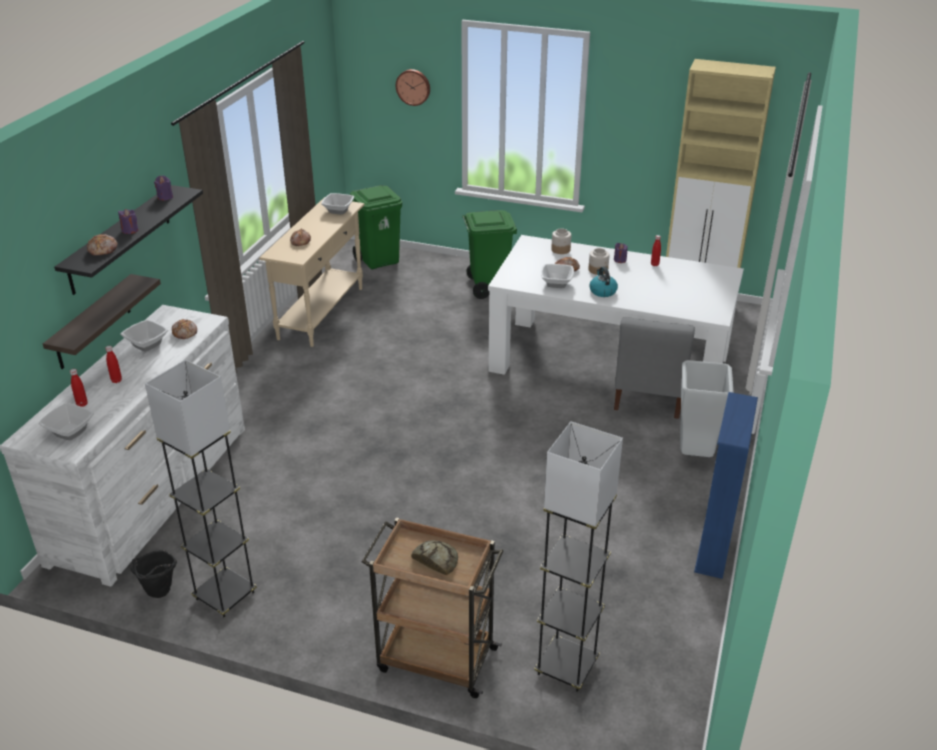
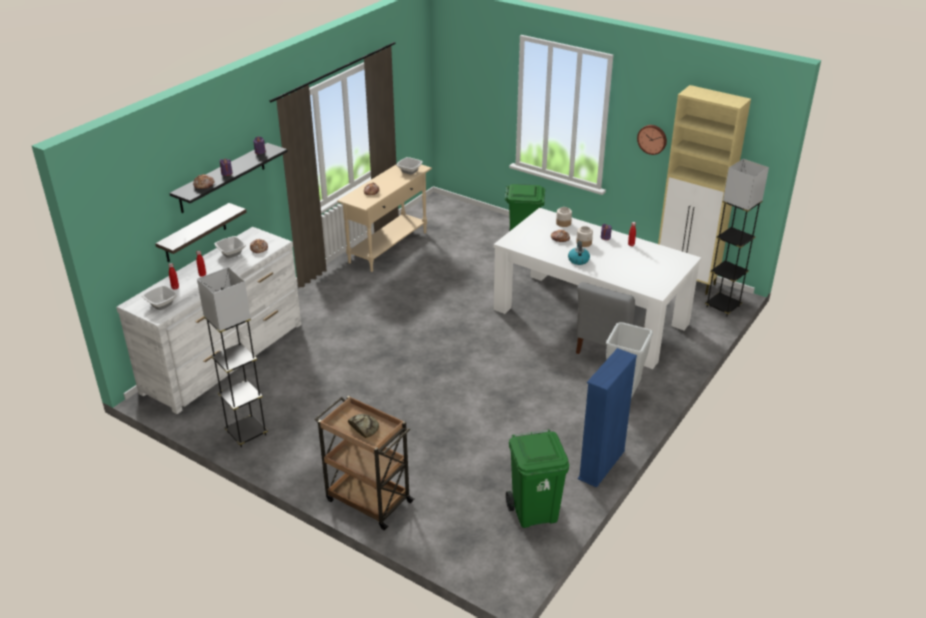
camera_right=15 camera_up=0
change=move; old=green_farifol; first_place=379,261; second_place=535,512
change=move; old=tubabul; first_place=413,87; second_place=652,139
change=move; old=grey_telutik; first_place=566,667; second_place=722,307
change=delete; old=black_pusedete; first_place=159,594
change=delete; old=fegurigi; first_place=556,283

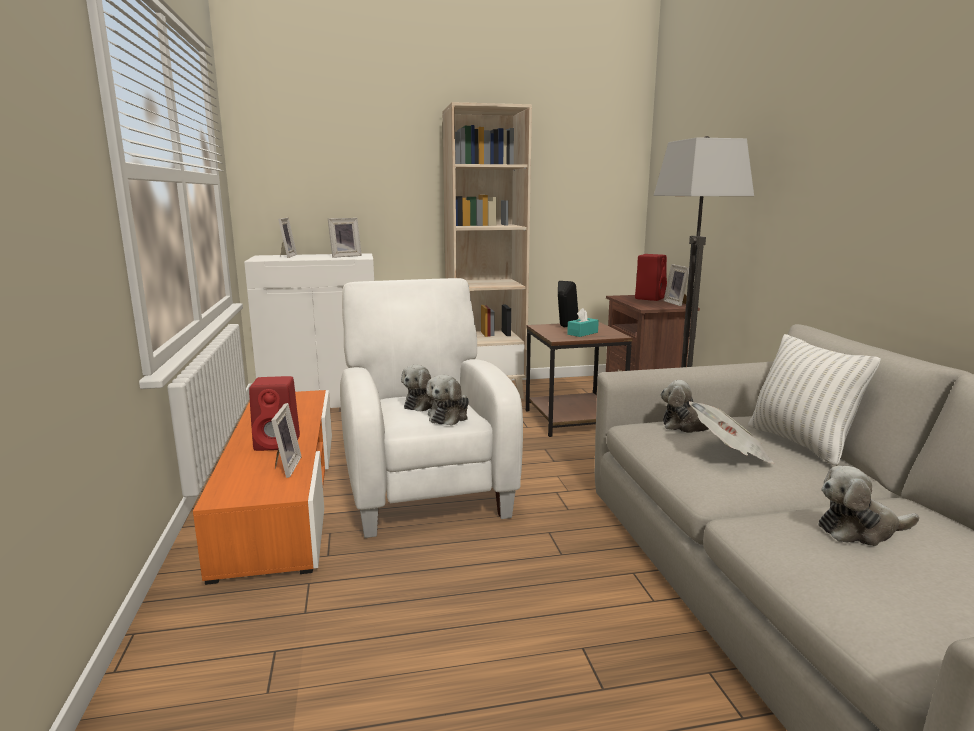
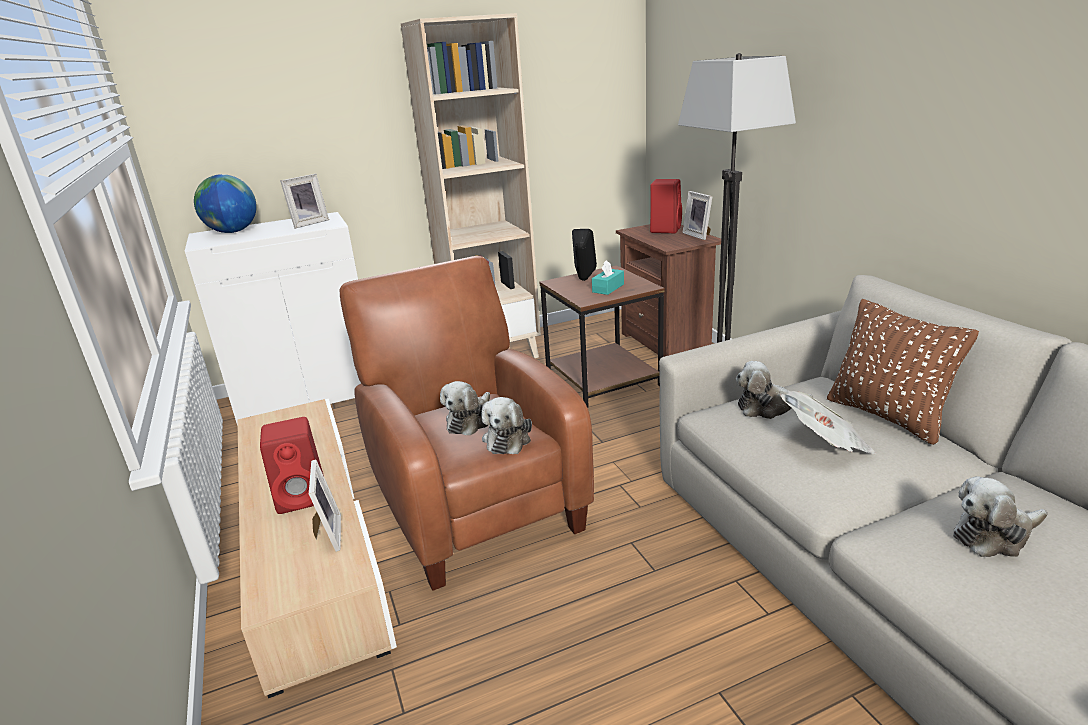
camera_right=-10 camera_up=10
change=replace; old=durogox; new=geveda; first_place=286,256; second_place=233,232
change=recolor; old=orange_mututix; new=beige_mututix; first_place=282,495; second_place=312,546
change=recolor; old=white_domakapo; new=brown_domakapo; first_place=424,486; second_place=473,502
change=recolor; old=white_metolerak; new=brown_metolerak; first_place=800,443; second_place=887,416

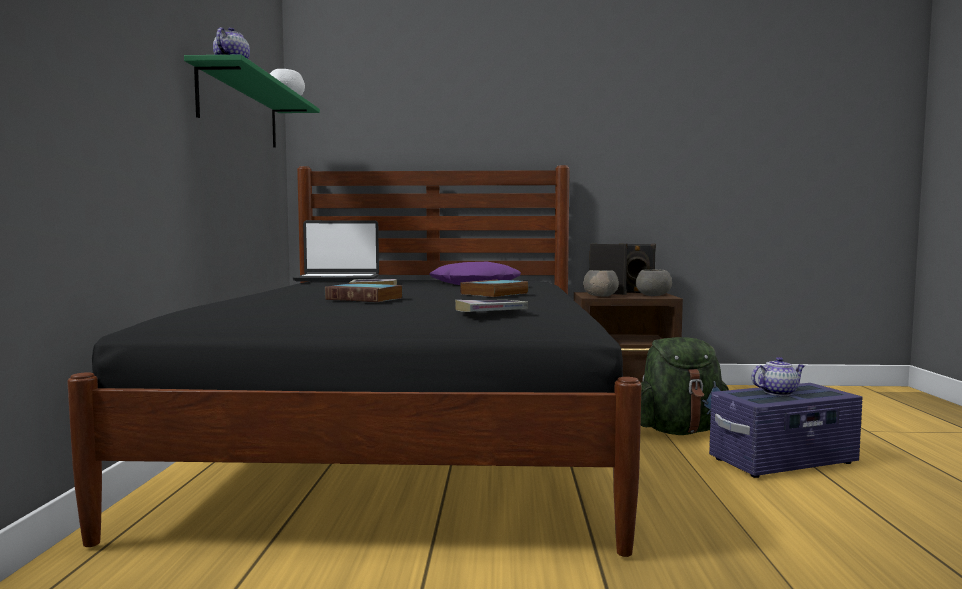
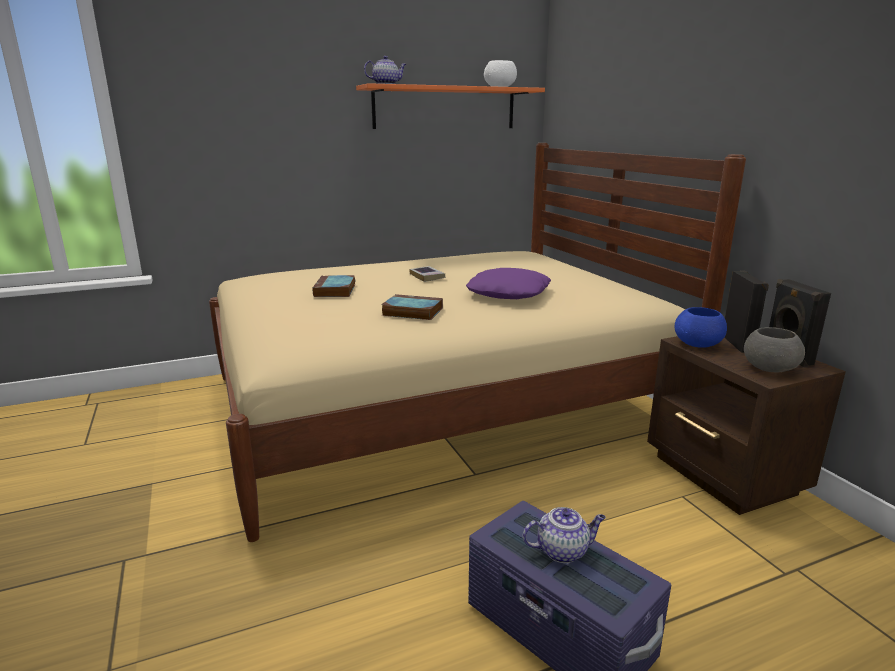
camera_right=65 camera_up=15
change=recolor; old=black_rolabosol; new=beige_rolabosol; first_place=408,438; second_place=438,403
change=recolor; old=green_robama; new=orange_robama; first_place=240,110; second_place=445,108
change=rotate; old=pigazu; first_place=778,392; second_place=563,550; degrees=-60
change=recolor; old=grey_fegurigi; new=blue_fegurigi; first_place=601,296; second_place=698,344
change=delete; old=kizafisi; first_place=337,279
change=delete; old=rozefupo; first_place=491,311
change=delete; old=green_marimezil; first_place=679,431

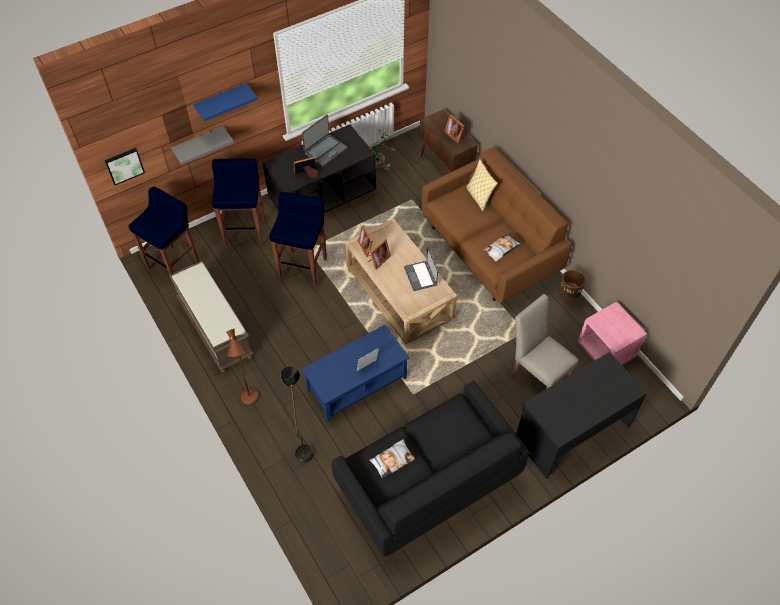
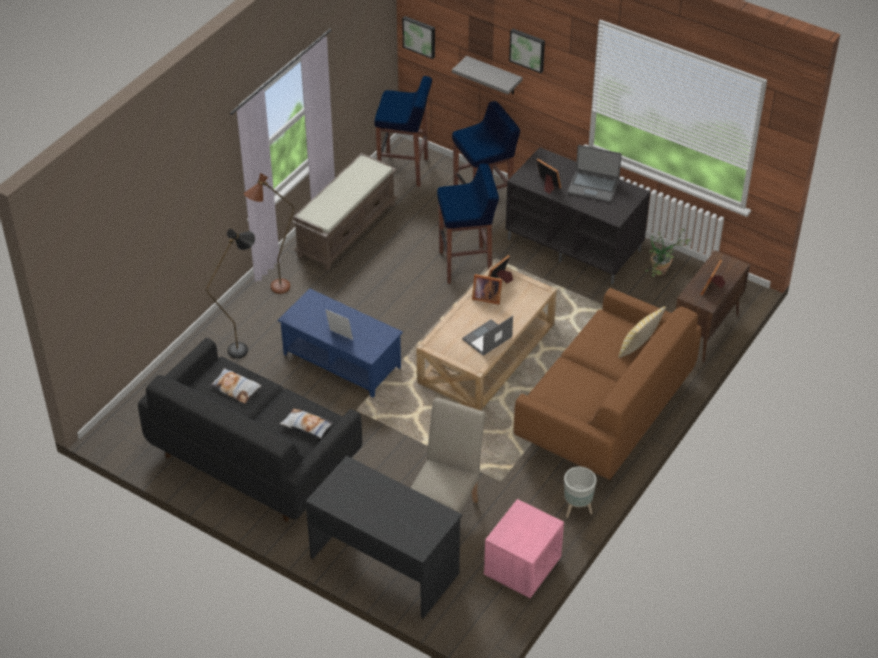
camera_right=65 camera_up=-10
change=move; old=metolerak; first_place=501,249; second_place=306,426
change=replace; old=blue_robama; new=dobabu; first_place=221,101; second_place=528,49
change=recolor; old=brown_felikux; new=grey_felikux; first_place=568,299; second_place=577,510

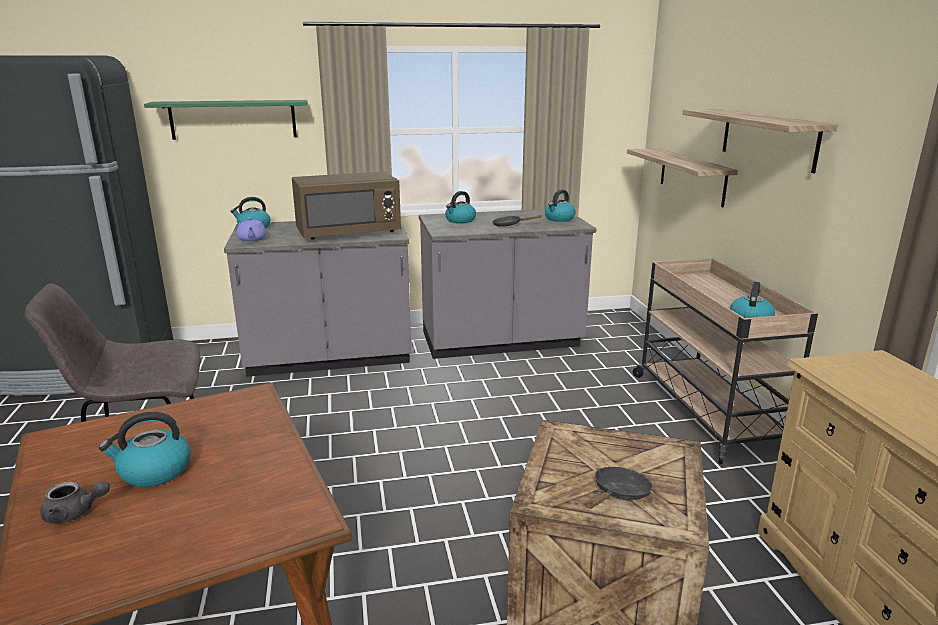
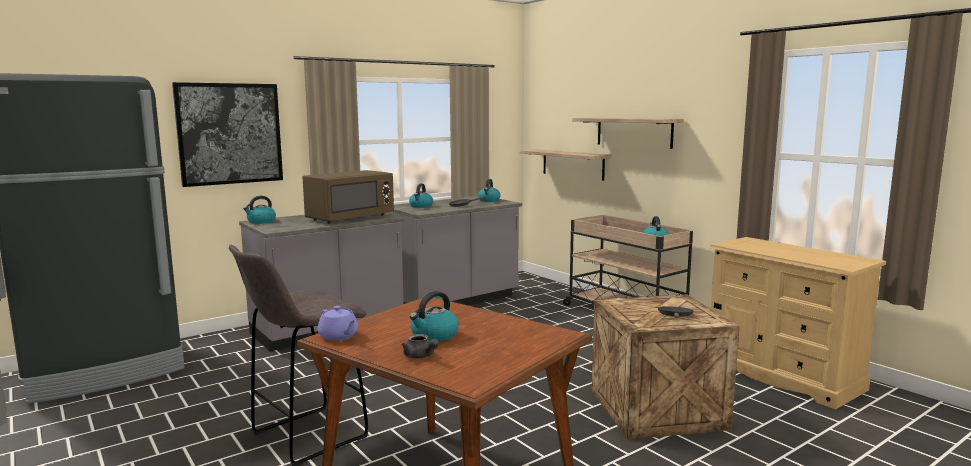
camera_right=-25 camera_up=-10
change=replace; old=green_robama; new=dobabu; first_place=233,119; second_place=230,133
change=move; old=purple_pigazu; first_place=252,239; second_place=339,336
change=rotate; old=grey_pigazu; first_place=75,513; second_place=420,356; degrees=75

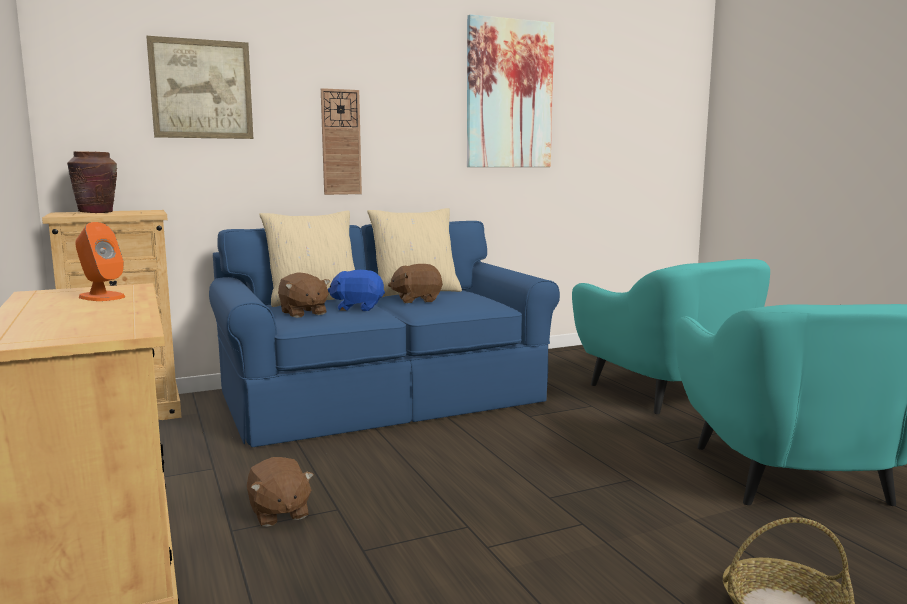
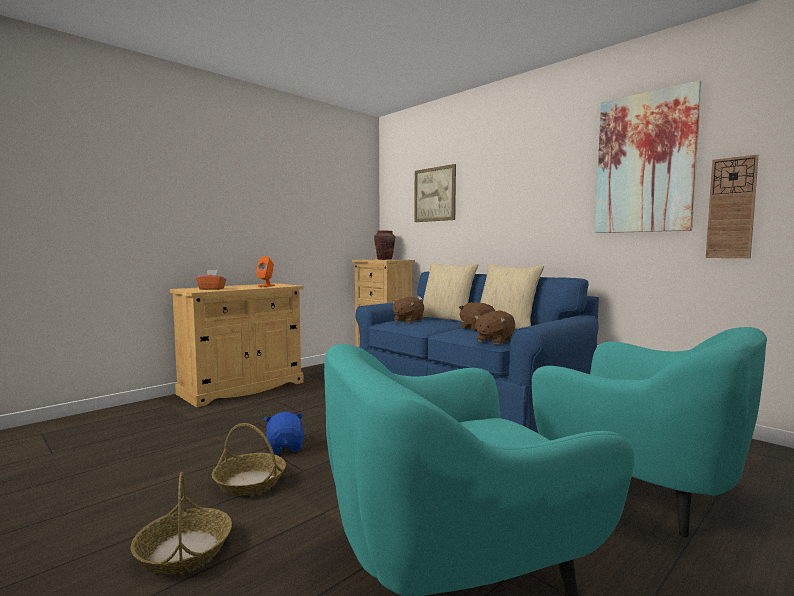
camera_right=70 camera_up=-5
change=insert; new=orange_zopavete; second_place=212,289
change=insert; new=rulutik; second_place=250,482
change=move; old=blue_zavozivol; first_place=358,308; second_place=285,447
change=move; old=brown_zavozivol; first_place=279,513; second_place=494,341
change=rotate; old=turquoise_domakapo; first_place=664,393; second_place=640,488; degrees=-90
change=move; old=tubabul; first_place=341,142; second_place=731,208

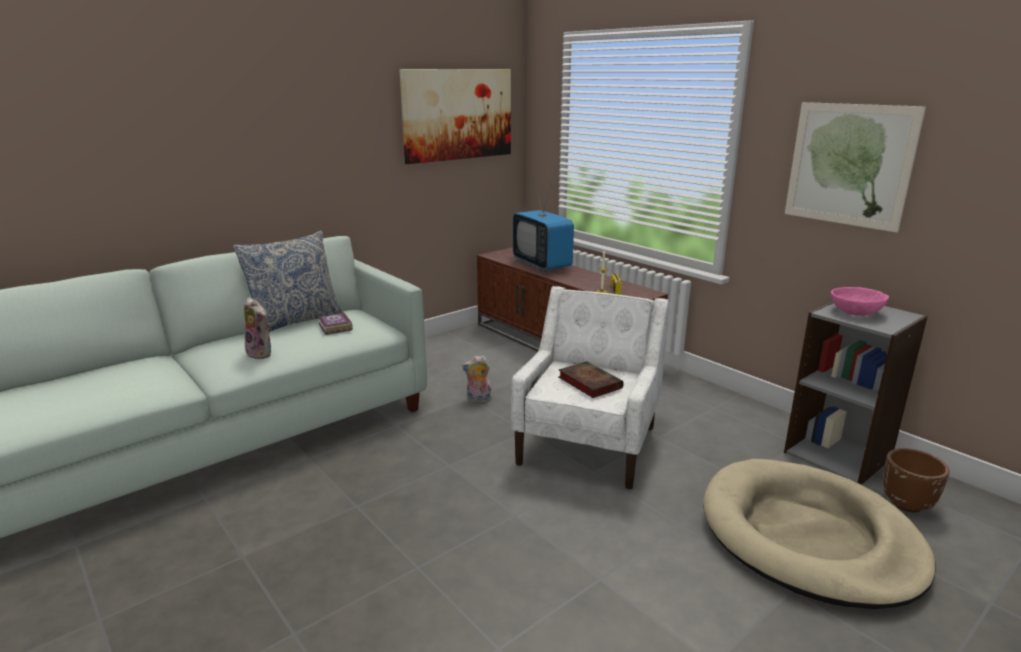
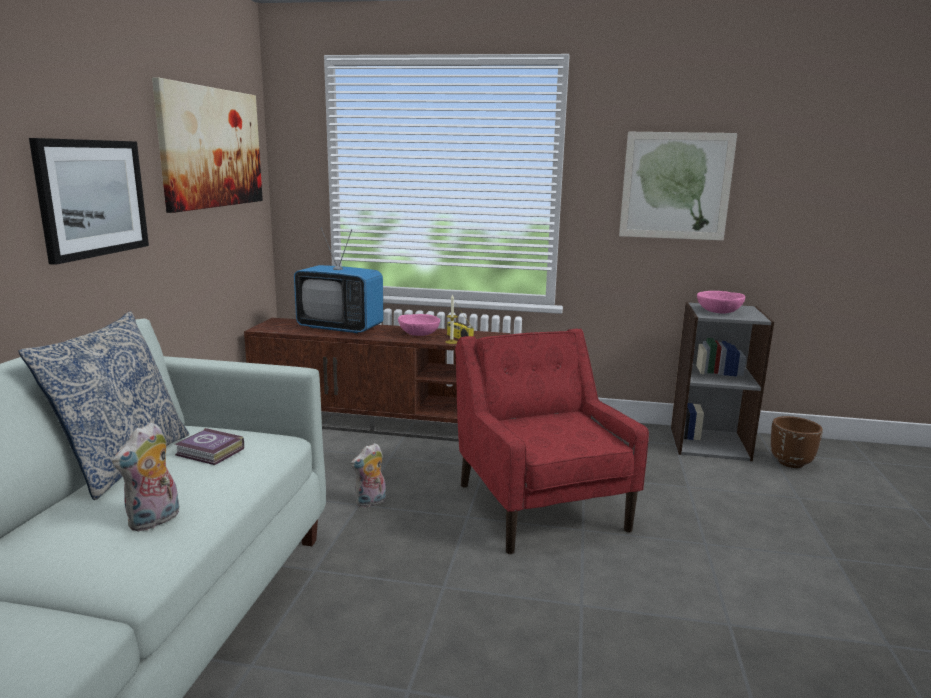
camera_right=-40 camera_up=-5
change=insert; new=dobabu; second_place=92,198
change=rotate; old=zavozivol; first_place=262,353; second_place=155,521; degrees=120
change=insert; new=pink_fegurigi; second_place=418,334
change=recolor; old=white_domakapo; new=red_domakapo; first_place=589,444; second_place=541,505
change=delete; old=rozefupo; first_place=588,382
change=delete; old=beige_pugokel; first_place=808,537

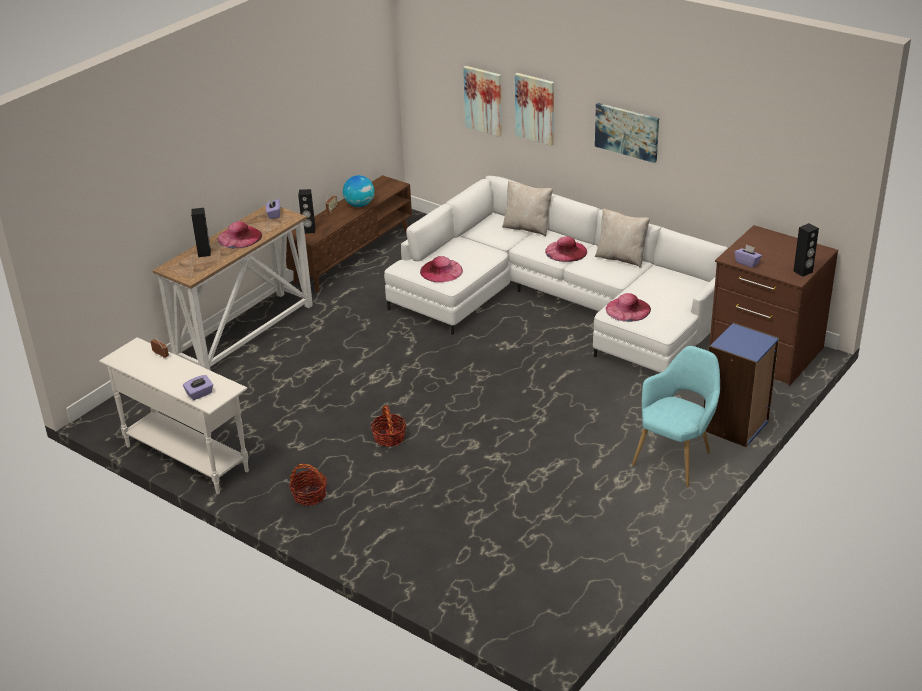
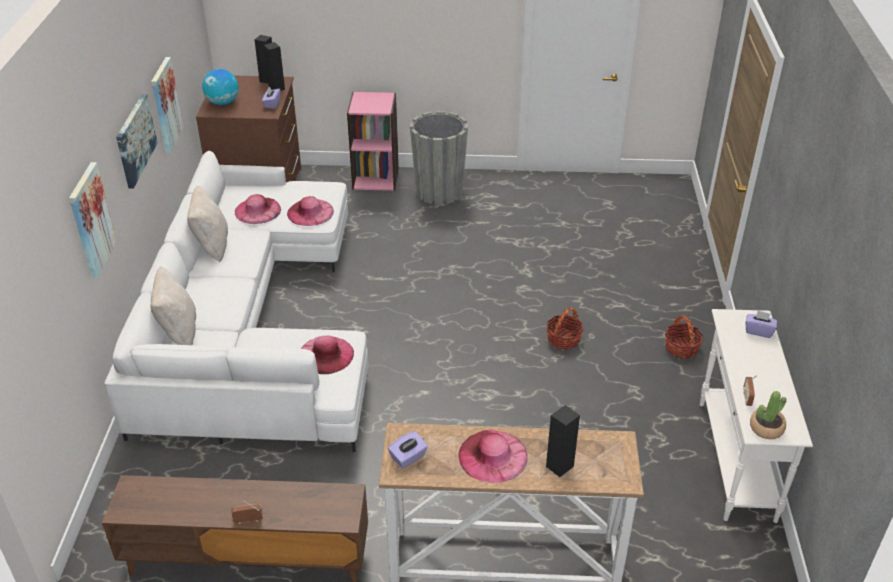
camera_right=-125 camera_up=5
change=move; old=dobabu; first_place=483,100; second_place=165,105
change=move; old=geveda; first_place=359,205; second_place=222,103
change=move; old=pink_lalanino; first_place=566,251; second_place=257,210
change=move; old=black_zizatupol; first_place=309,230; second_place=277,88
change=recolor; old=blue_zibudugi; new=pink_zibudugi; first_place=736,426; second_place=376,178
change=replace; old=turquoise_domakapo; new=grey_felikux; first_place=676,457; second_place=439,191
change=insert; new=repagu; second_place=766,428

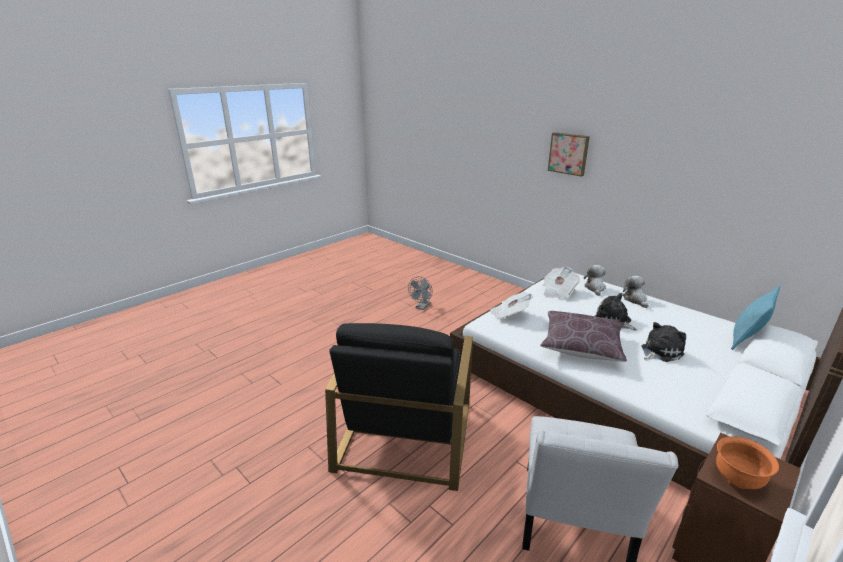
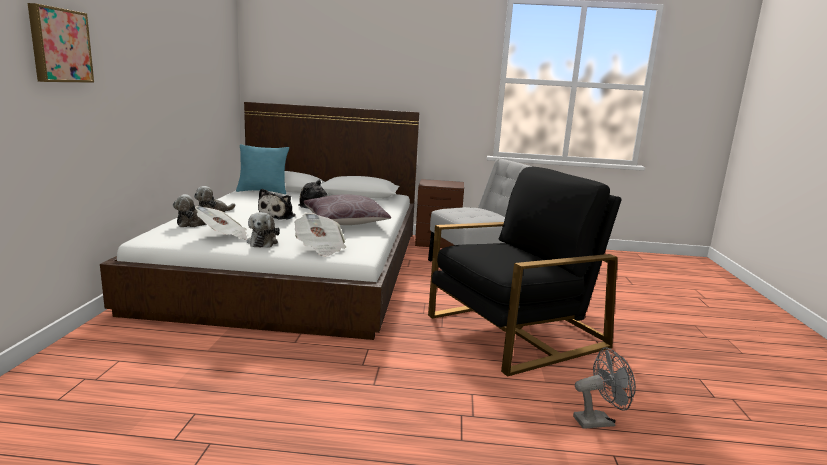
camera_right=-130 camera_up=-10
change=insert; new=zavozivol; second_place=263,242
change=move; old=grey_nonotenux; first_place=421,307; second_place=599,421
change=delete; old=orange_fegurigi; first_place=737,479

